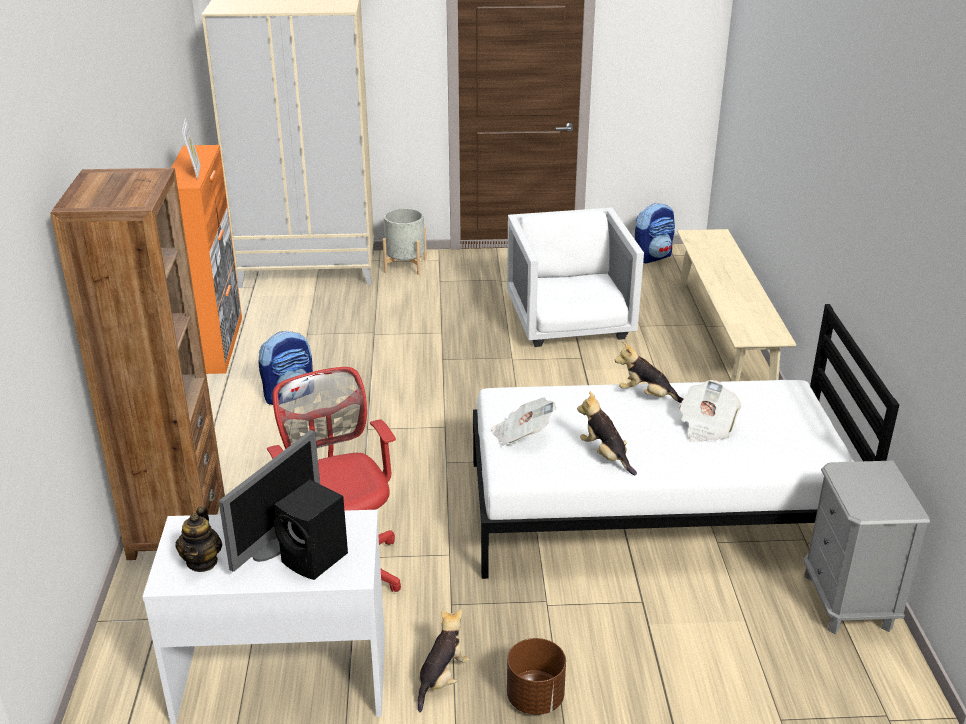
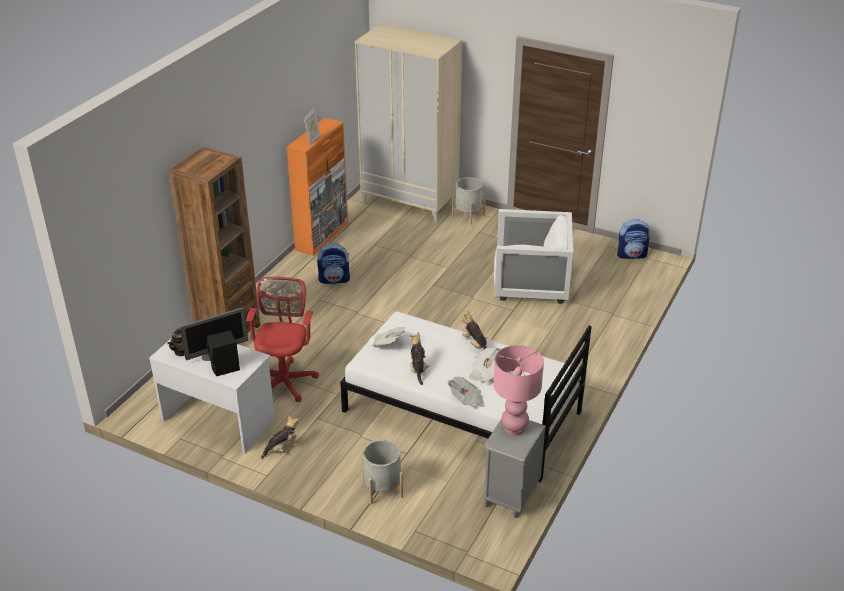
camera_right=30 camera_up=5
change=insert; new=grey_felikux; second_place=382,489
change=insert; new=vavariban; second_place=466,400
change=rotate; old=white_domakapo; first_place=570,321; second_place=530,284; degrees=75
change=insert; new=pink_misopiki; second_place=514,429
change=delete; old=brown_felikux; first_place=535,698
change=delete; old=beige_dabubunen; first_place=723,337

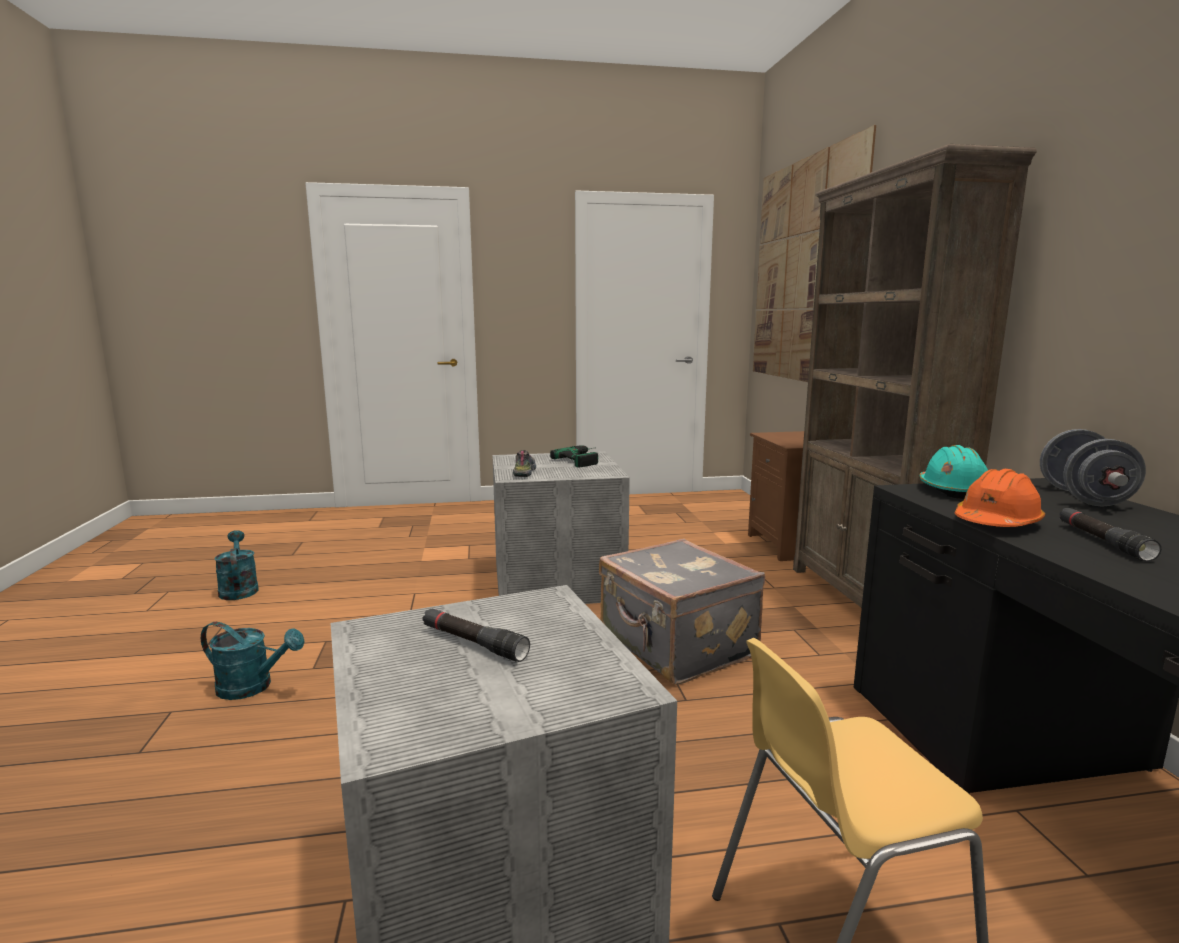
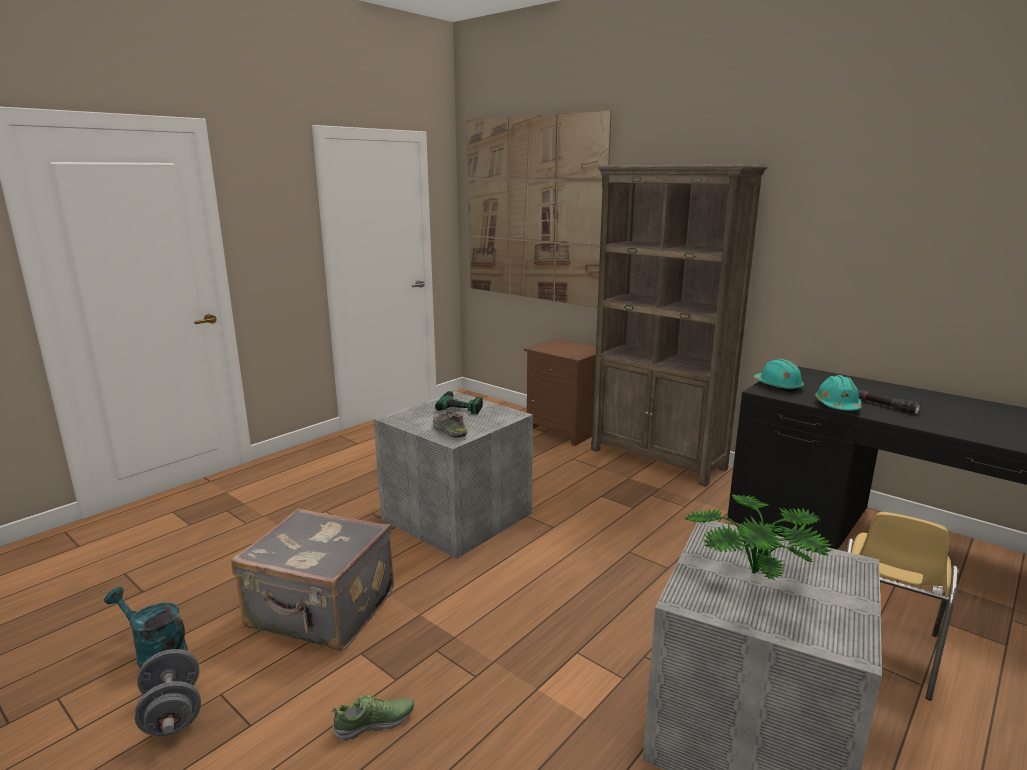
camera_right=-40 camera_up=5
change=move; old=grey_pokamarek; first_place=1084,497; second_place=173,713
change=move; old=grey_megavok; first_place=675,646; second_place=321,611
change=replace; old=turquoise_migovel; new=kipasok; first_place=253,687; second_place=375,723
change=replace; old=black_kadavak; new=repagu; first_place=473,643; second_place=751,577
change=recolor; old=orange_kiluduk; new=turquoise_kiluduk; first_place=996,523; second_place=837,405

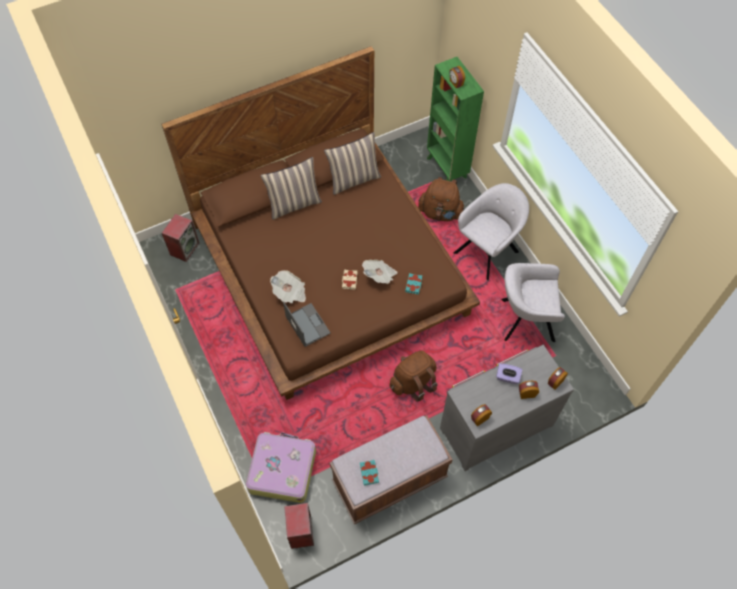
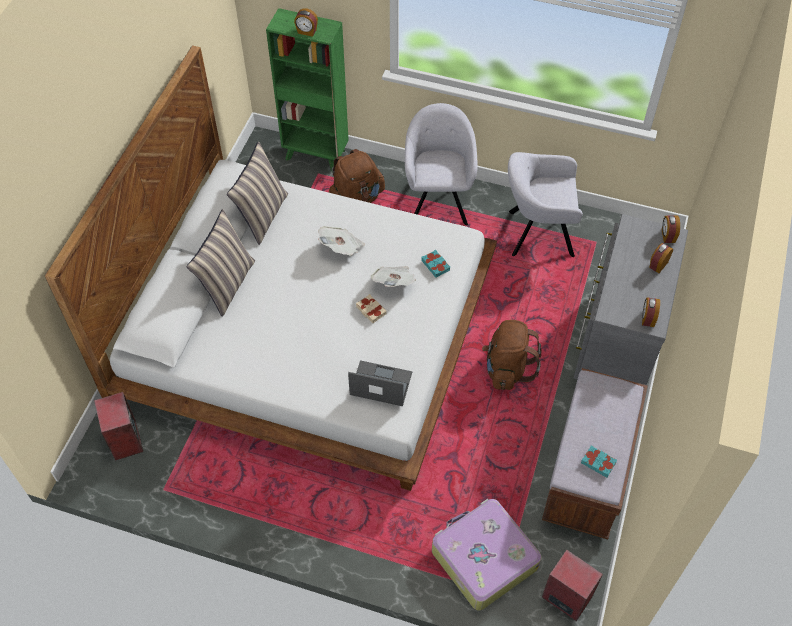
camera_right=-45 camera_up=-5
change=recolor; old=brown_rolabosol; new=white_rolabosol; first_place=330,268; second_place=309,332
change=move; old=vavariban; first_place=290,293; second_place=341,248
change=rotate; old=grey_domakapo; first_place=524,320; second_place=537,233; degrees=45
change=delete; old=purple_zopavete; first_place=507,377

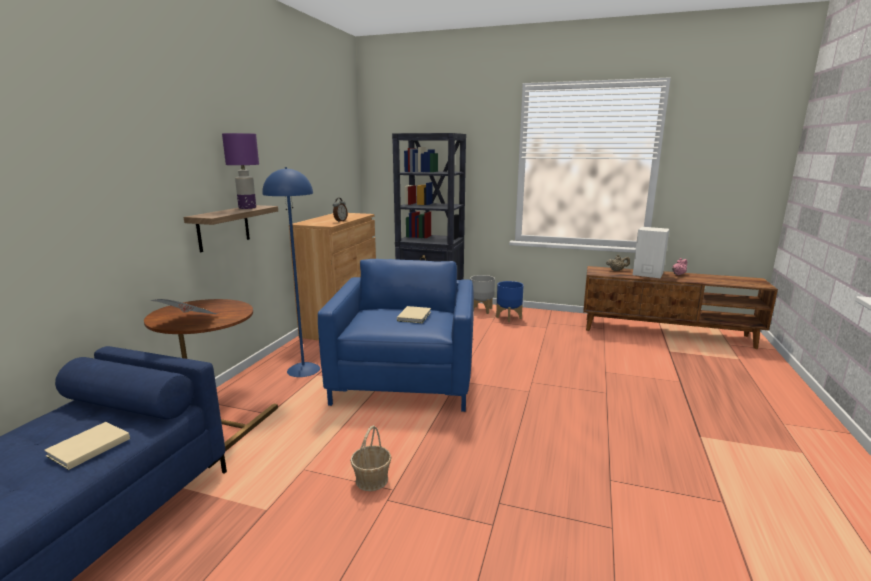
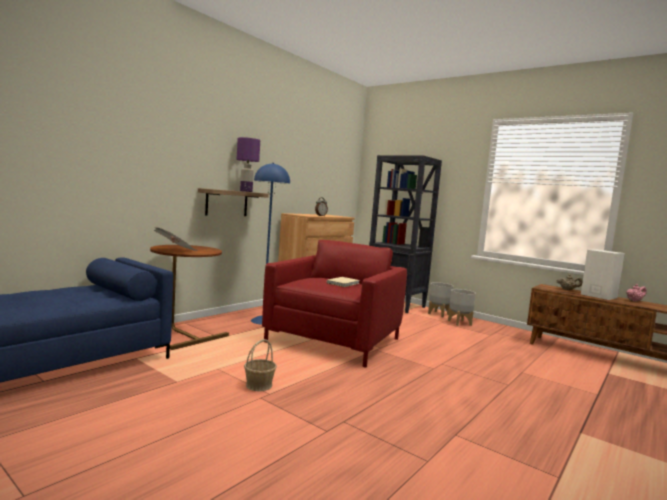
camera_right=20 camera_up=-10
change=recolor; old=blue_domakapo; new=red_domakapo; first_place=405,379; second_place=334,340
change=recolor; old=blue_felikux; new=grey_felikux; first_place=509,317; second_place=459,323
change=delete; old=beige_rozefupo; first_place=86,448

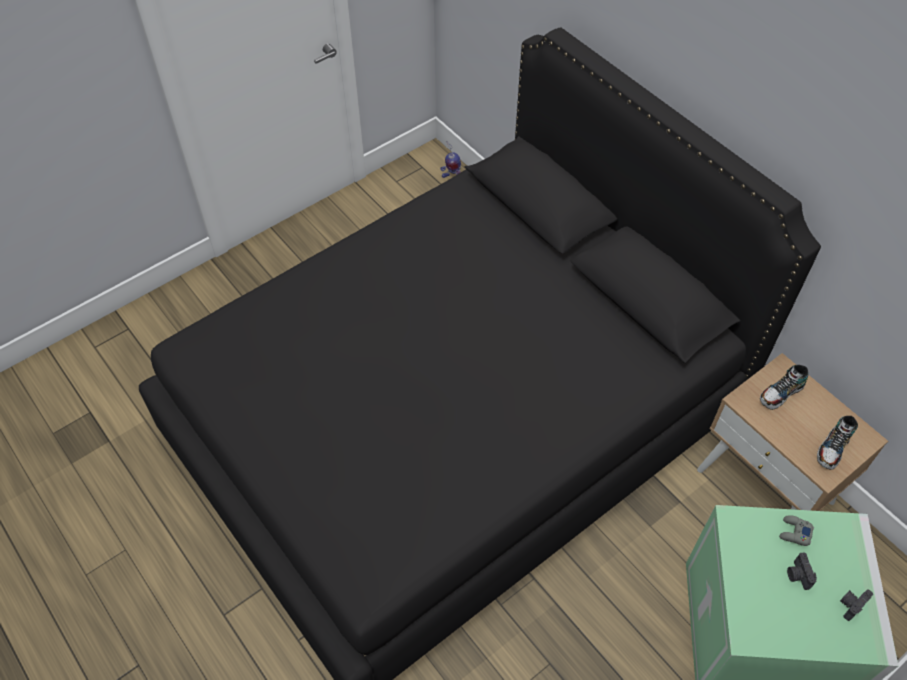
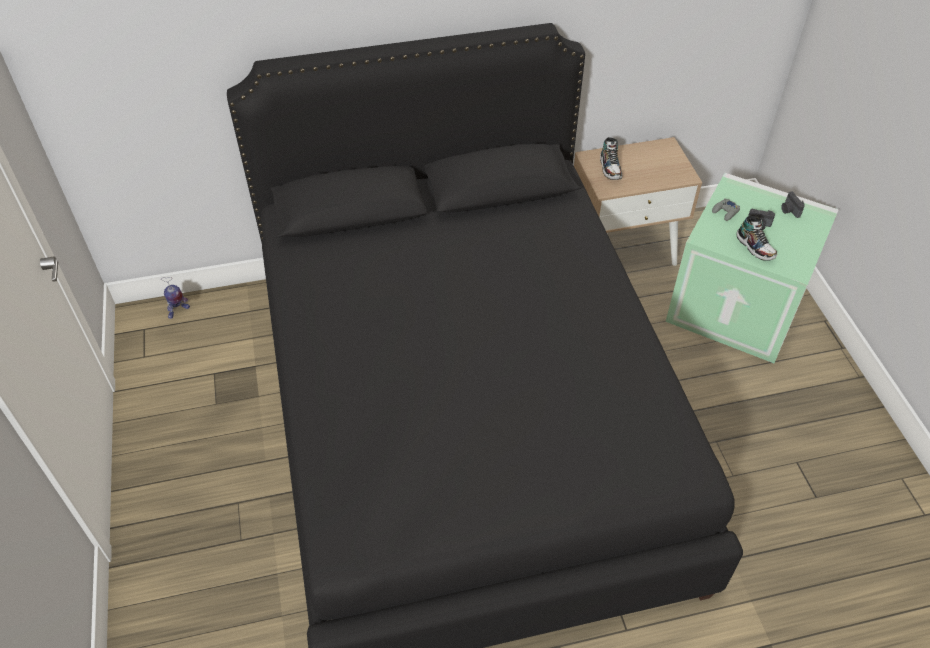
camera_right=-65 camera_up=-5
change=move; old=kipasok; first_place=833,448; second_place=755,247

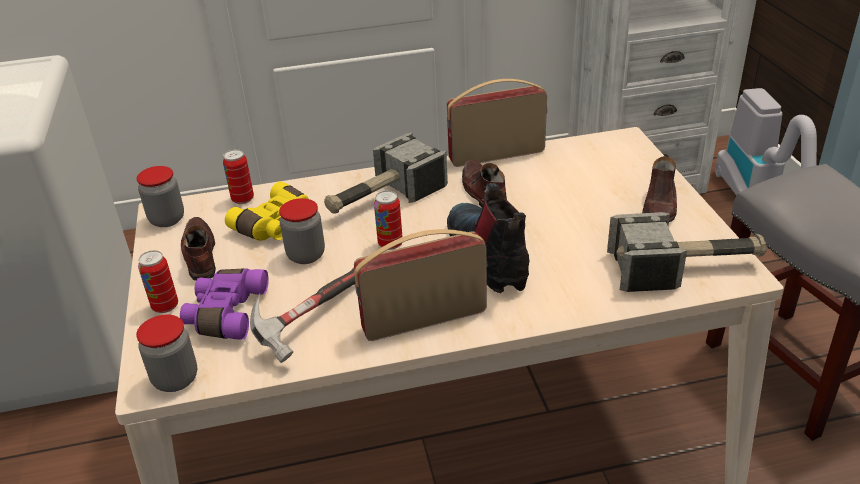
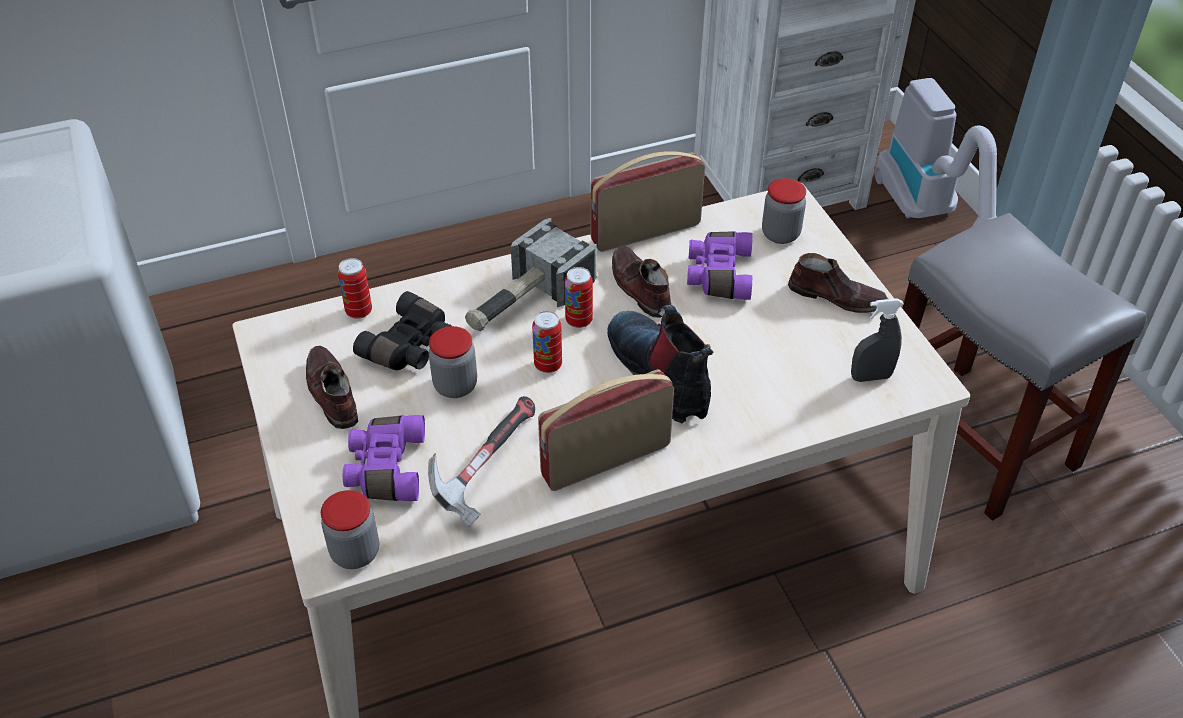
camera_right=-10 camera_up=10
change=recolor; old=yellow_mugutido; new=black_mugutido; first_place=277,225; second_place=411,346
change=move; old=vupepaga; first_place=165,306; second_place=579,320
change=insert; new=purple_mugutido; second_place=718,275
change=move; old=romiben; first_place=167,219; second_place=780,234
change=rotate; old=brown_kipasok; first_place=660,206; second_place=837,297; degrees=-75
change=replace; old=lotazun; new=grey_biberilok; first_place=686,268; second_place=871,377

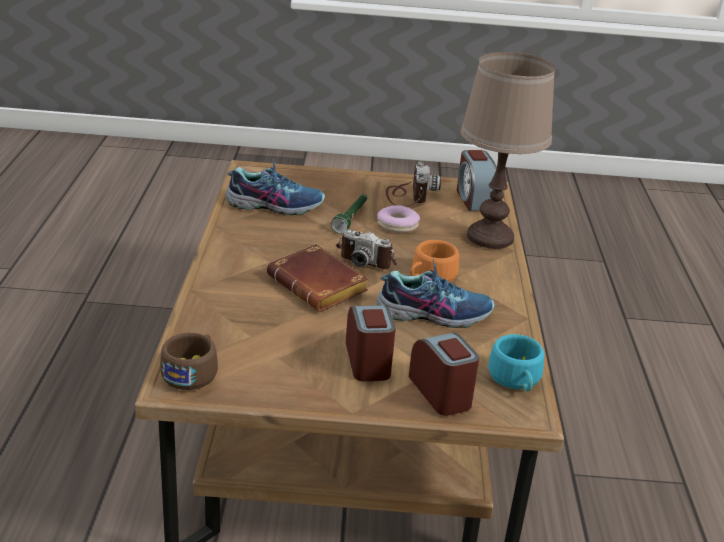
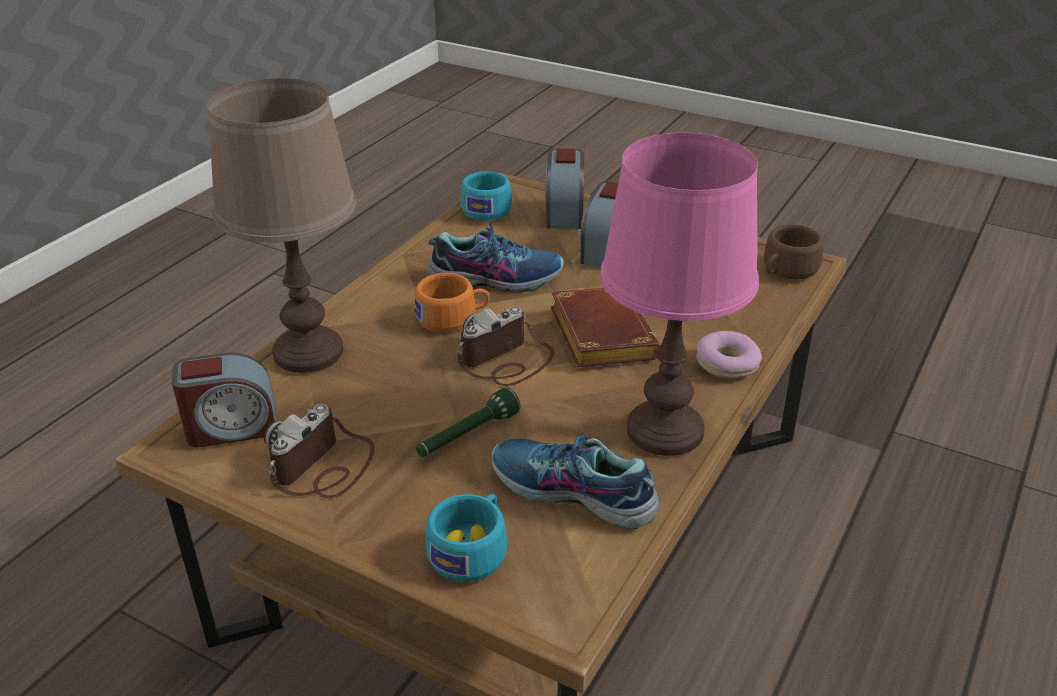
camera_right=-150 camera_up=5
change=rotate; old=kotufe; first_place=474,199; second_place=232,428; degrees=60
change=insert; new=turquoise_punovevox; second_place=472,549
change=rotate; old=kipasok; first_place=434,313; second_place=496,278; degrees=150
change=rotate; old=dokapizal; first_place=367,258; second_place=505,361; degrees=-90
change=insert; new=pink_misopiki; second_place=664,431
change=move; old=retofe; first_place=397,225; second_place=727,364

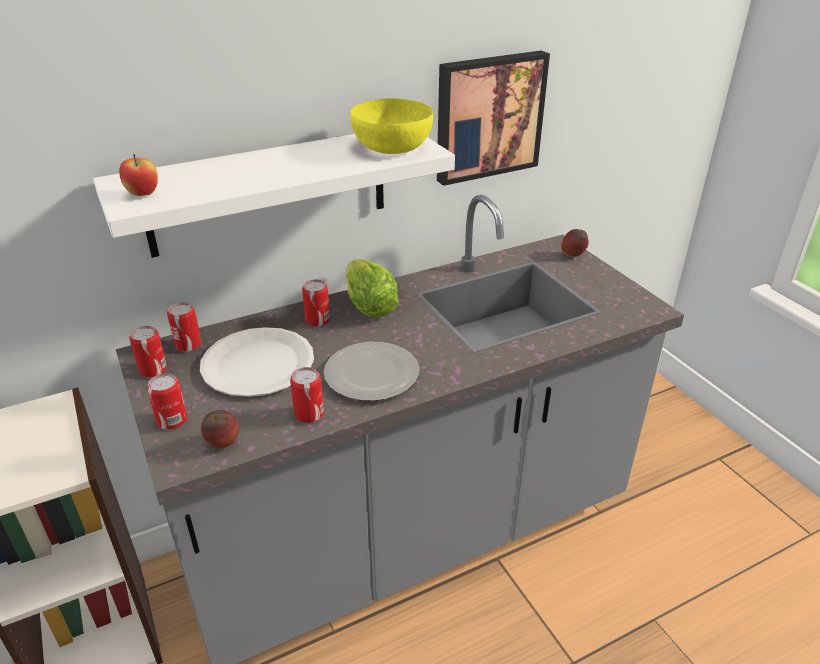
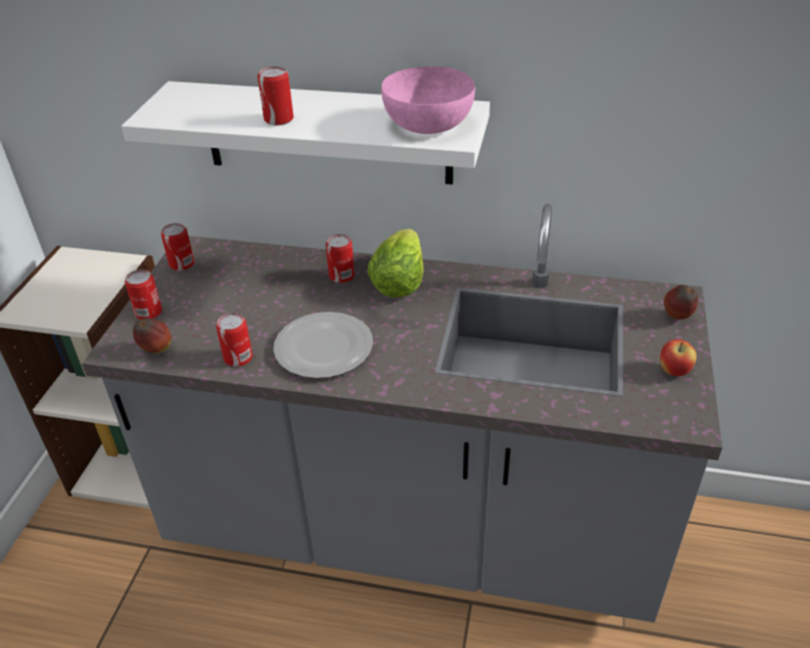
camera_right=40 camera_up=5
change=move; old=vupepaga; first_place=188,344; second_place=278,119
change=recolor; old=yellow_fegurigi; new=pink_fegurigi; first_place=391,147; second_place=428,123
change=move; old=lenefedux; first_place=143,194; second_place=674,371
change=delete; old=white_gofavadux; first_place=257,364
change=delete; old=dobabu; first_place=488,116

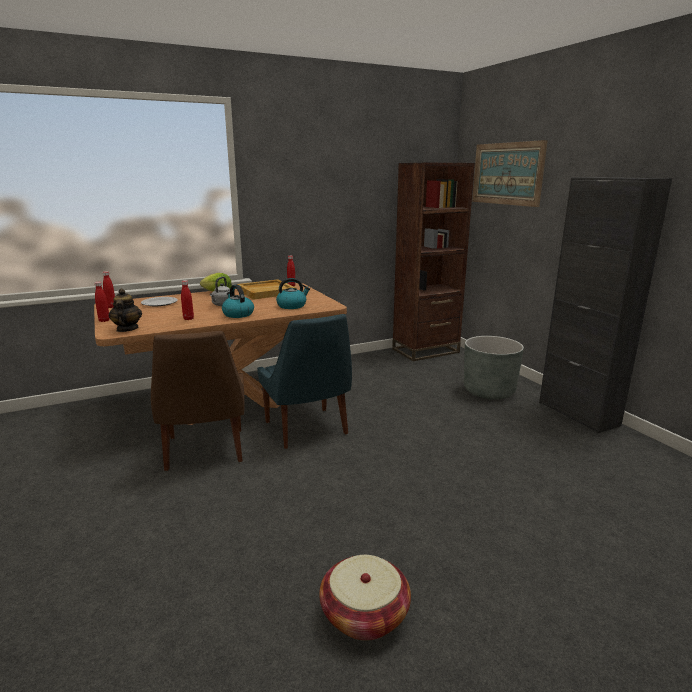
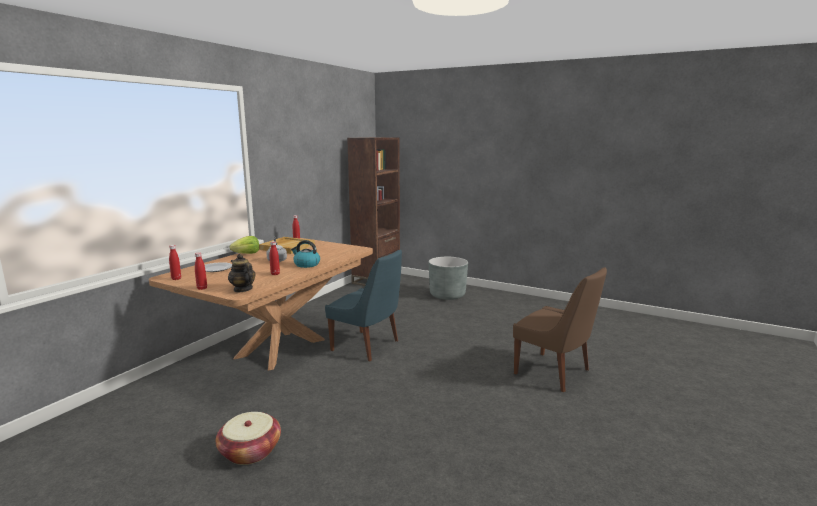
camera_right=-35 camera_up=-5
change=move; old=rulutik; first_place=364,614; second_place=250,451
change=move; old=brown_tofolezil; first_place=205,451; second_place=554,373
change=delete; old=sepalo; first_place=292,306
change=delete; old=dobabu; first_place=507,173
change=delete; old=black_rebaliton; first_place=578,414

